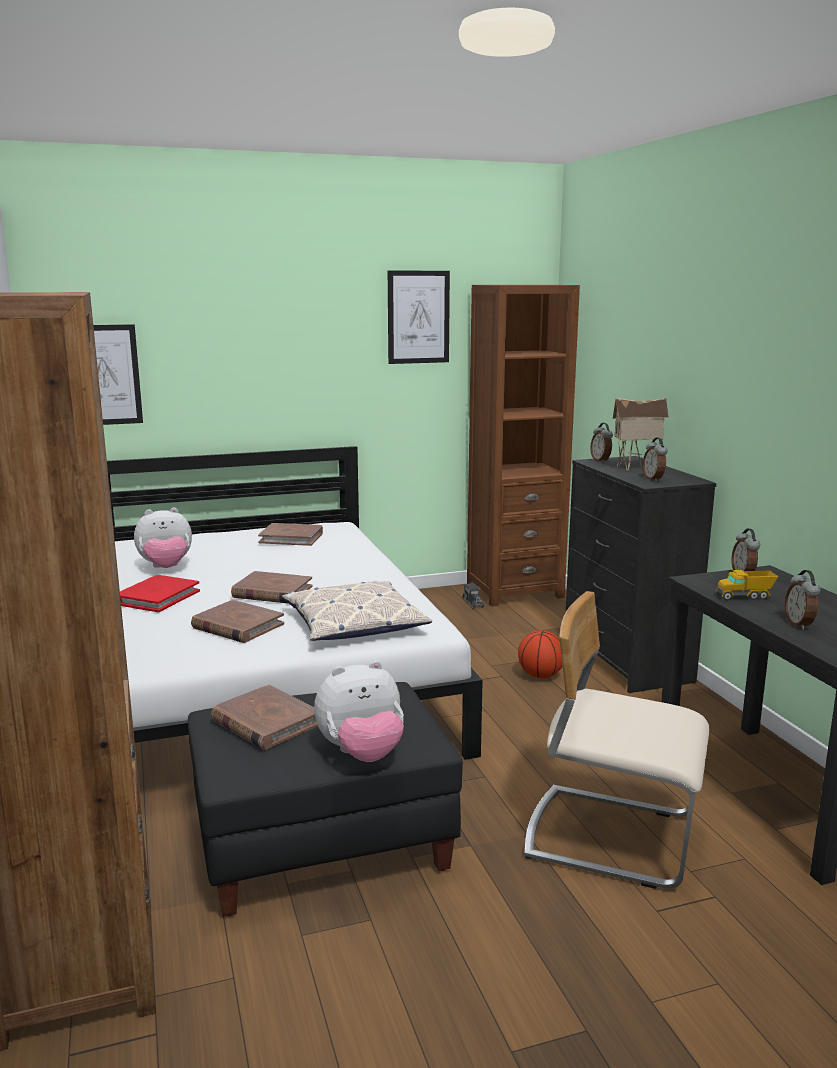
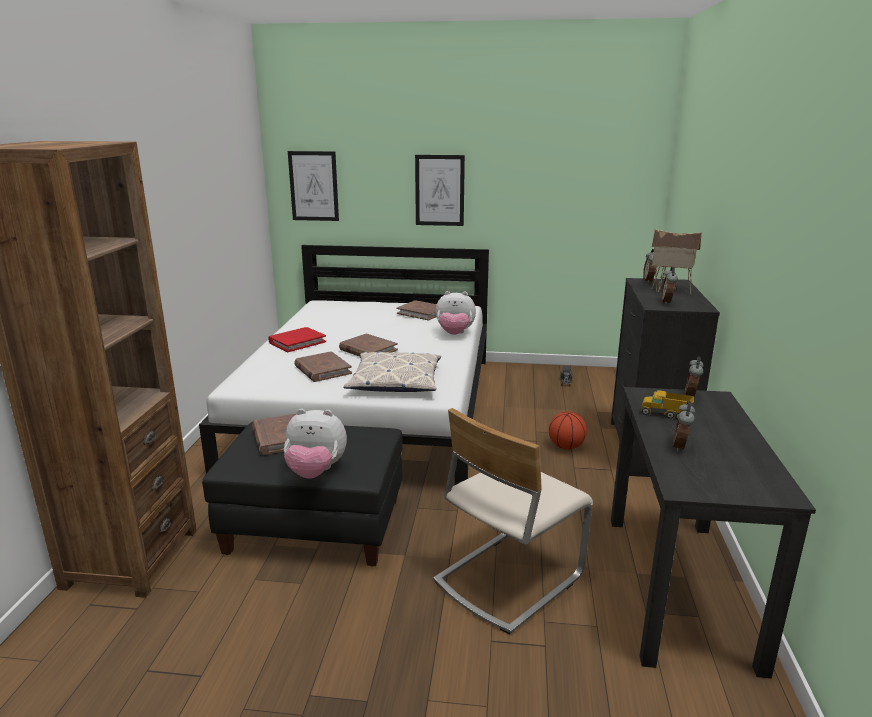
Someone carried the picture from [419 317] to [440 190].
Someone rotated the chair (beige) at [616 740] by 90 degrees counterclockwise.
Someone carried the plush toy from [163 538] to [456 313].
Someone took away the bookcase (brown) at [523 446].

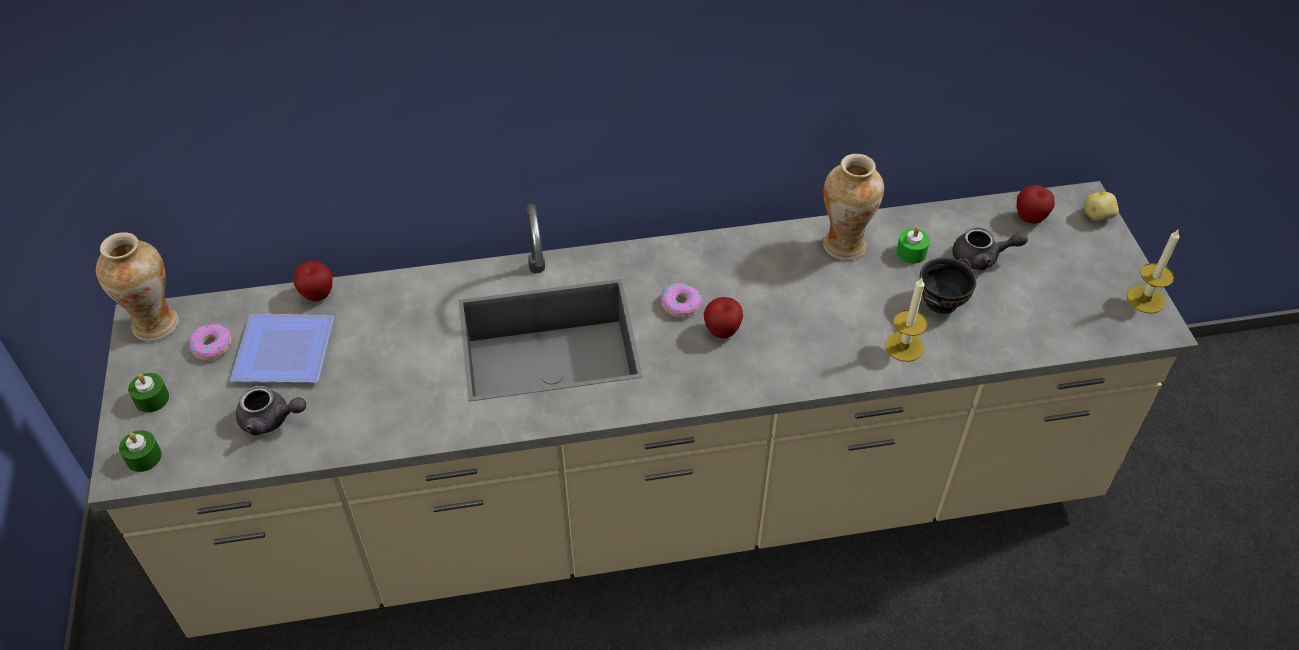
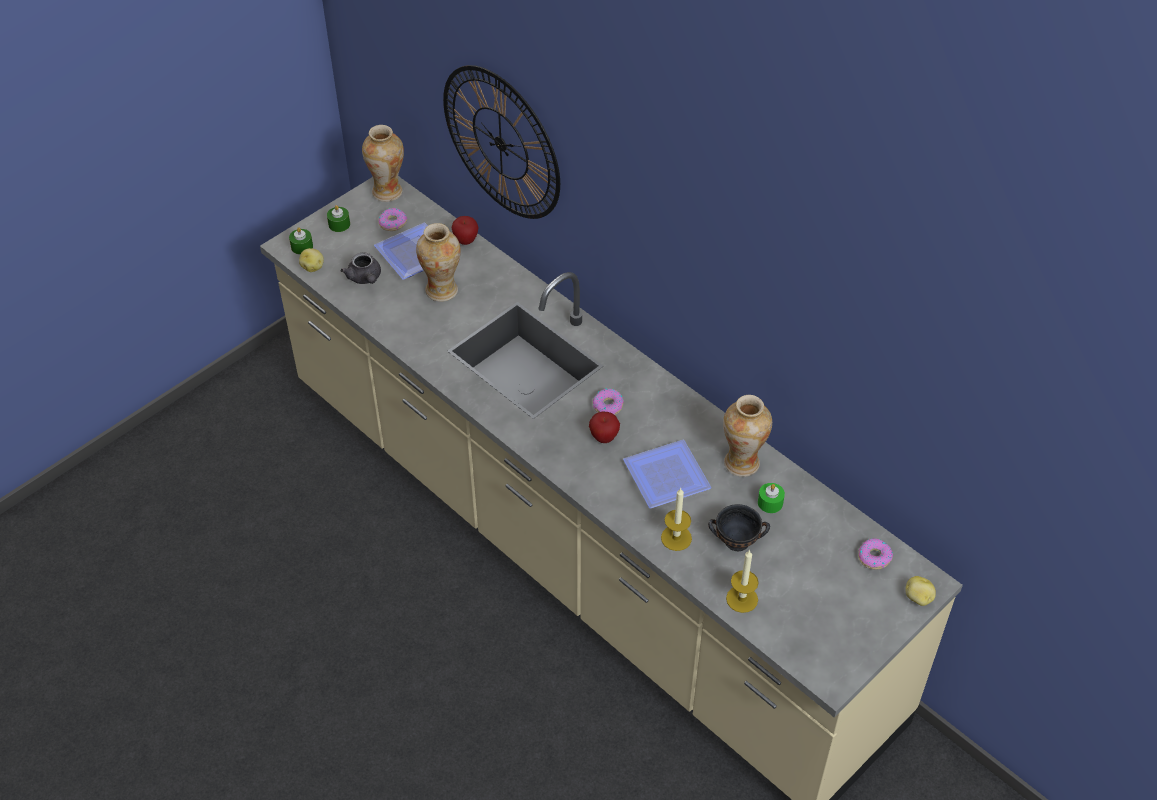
Someone put down the potato at [311 260].
Someone put down the vase at [438 262].
Someone put up the wall clock at [501 142].
Someone put down the plate at [667 474].
Someone carried the candle from [1153 272] to [742 581].
Someone swapped the apple at [1035 204] for the donut at [875 554].
Someone took away the teapot (grey) at [990 248].

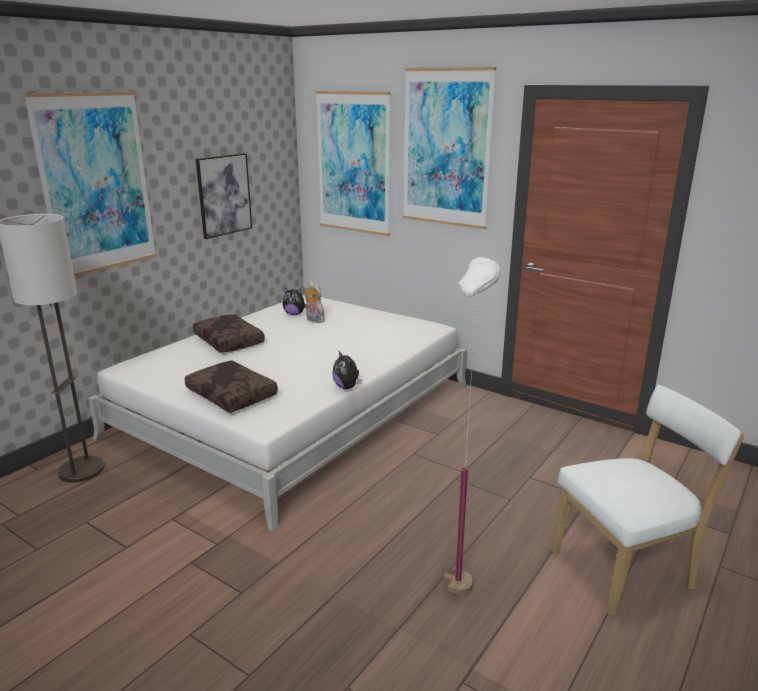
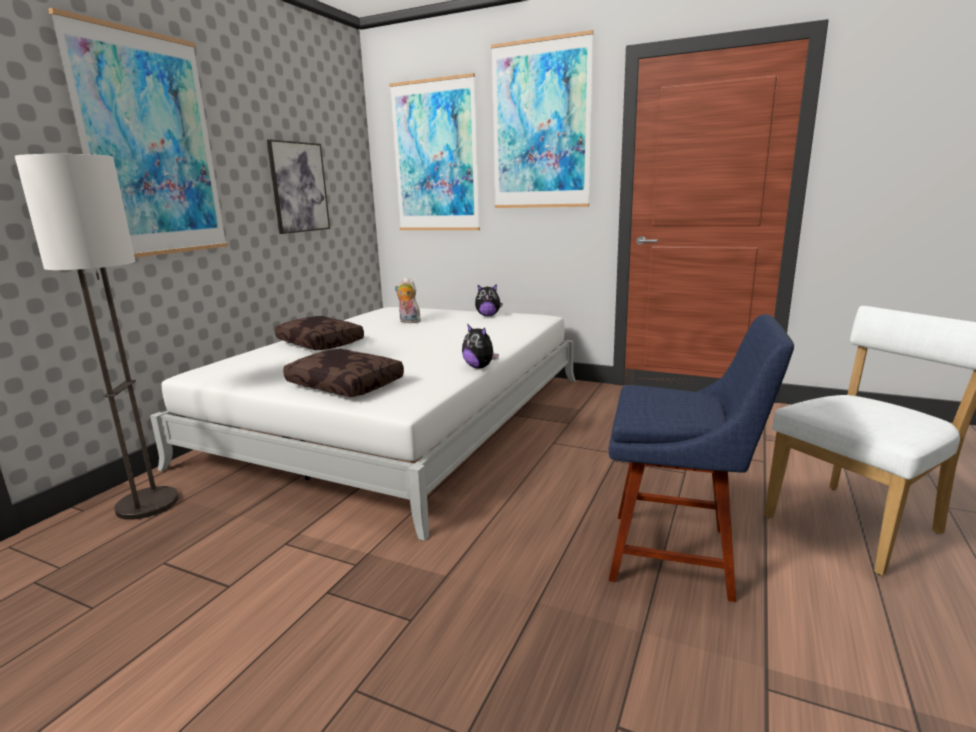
Someone carried the plush toy from [294 301] to [488 300].
Someone swapped the floor lamp (white) at [472 426] for the chair (blue) at [701 458].

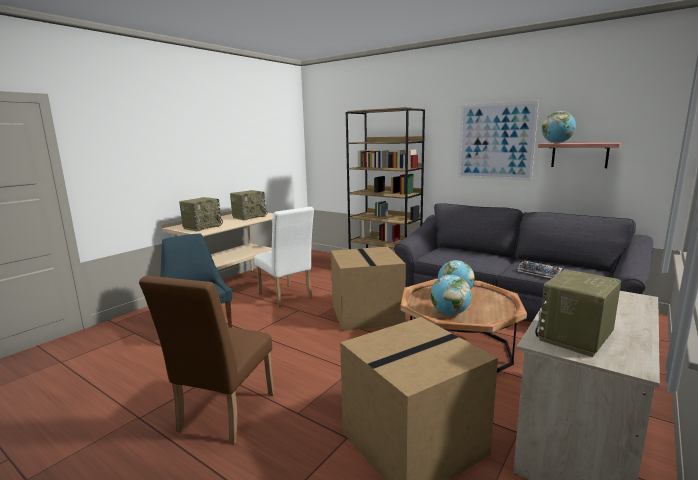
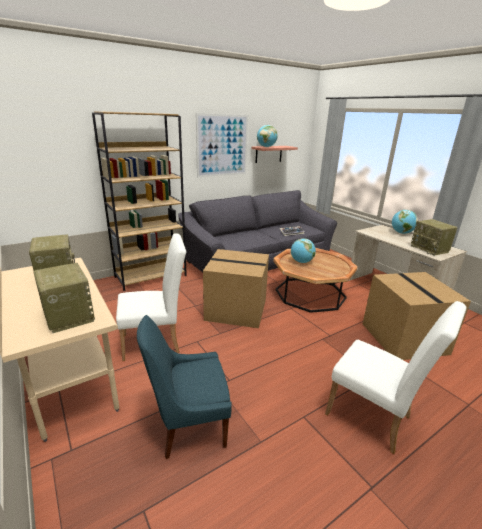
Someone repainted the chair (brown) at [207 360], which became the chair (white) at [396 377].
Someone carried the globe from [451 295] to [405 222].

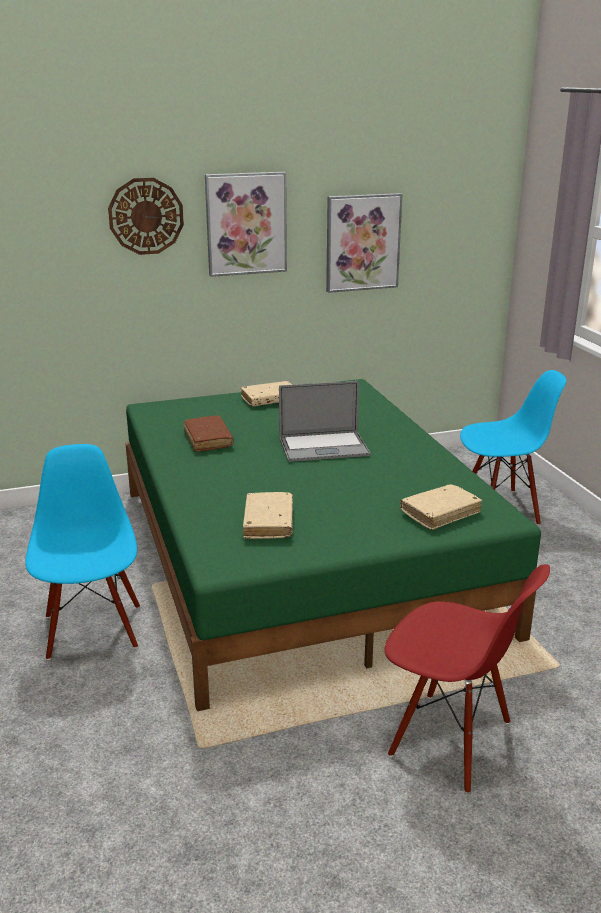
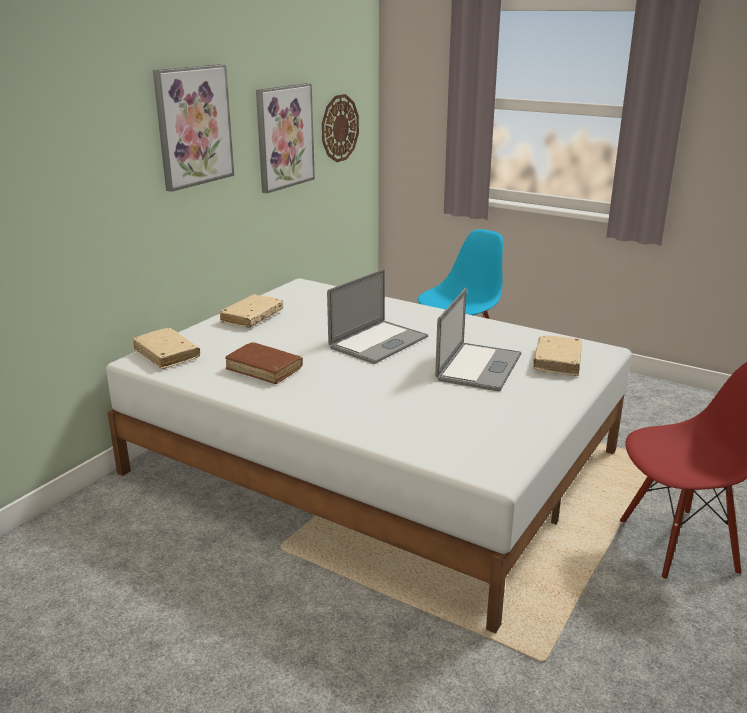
Someone repainted the bed (green) at [333 545], which became the bed (white) at [369 456].
Someone carried the book (beige) from [268 515] to [166 348].
Someone carried the wall clock from [146 216] to [340 128].
Someone put down the laptop at [478 339].
Someone took away the chair (blue) at [82 552].

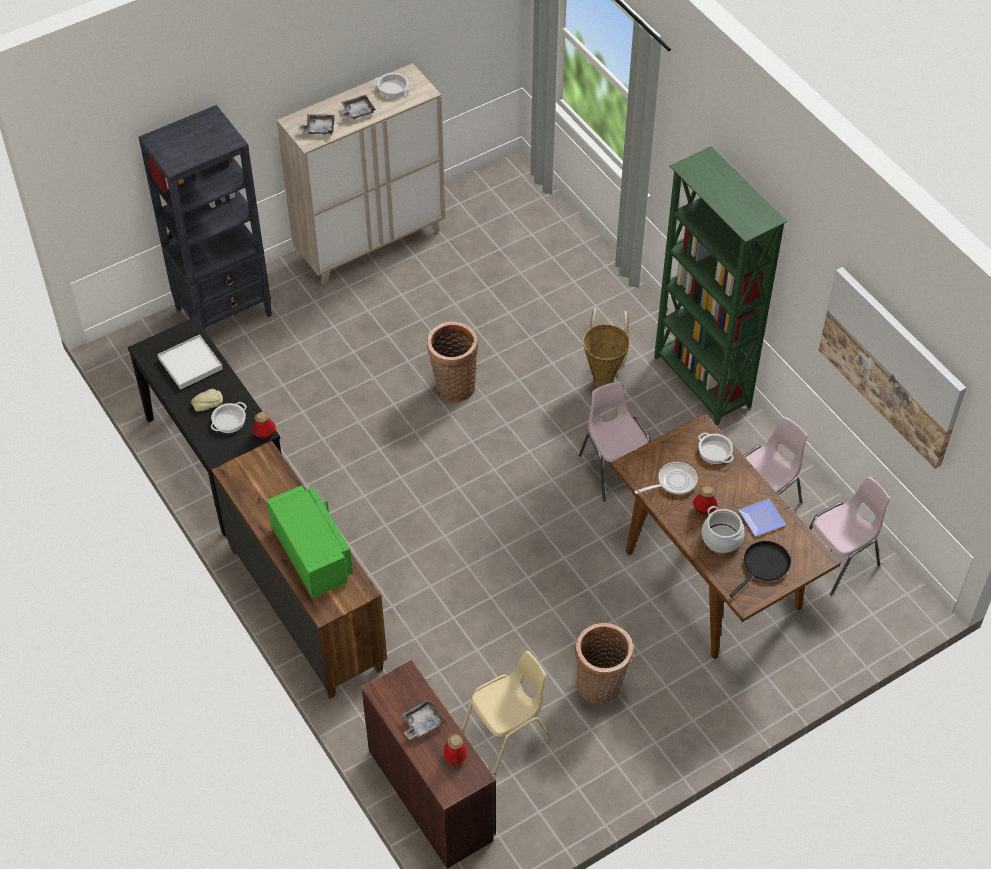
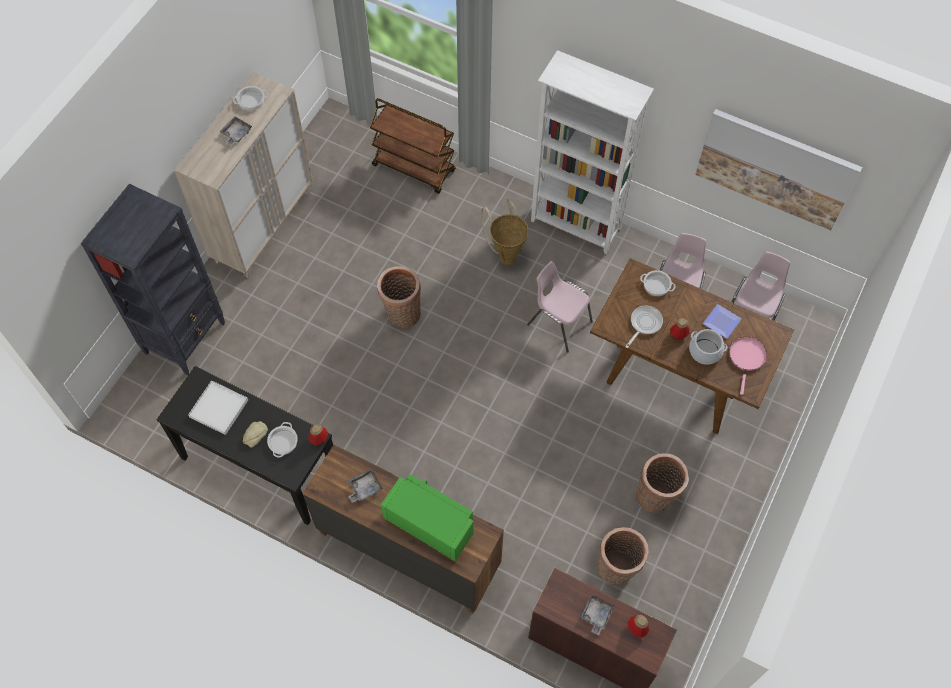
Someone carried the tray (grey) from [317 124] to [365 486].
Someone put down the cart (brown) at [412 146].
Someone repainted the bookcase (green) at [721 286], which became the bookcase (white) at [592 152].
Someone swapped the chair (beige) at [506 712] for the basket at [623 556].
Someone repainted the frying pan (black) at [760 569], which became the frying pan (pink) at [748 366].

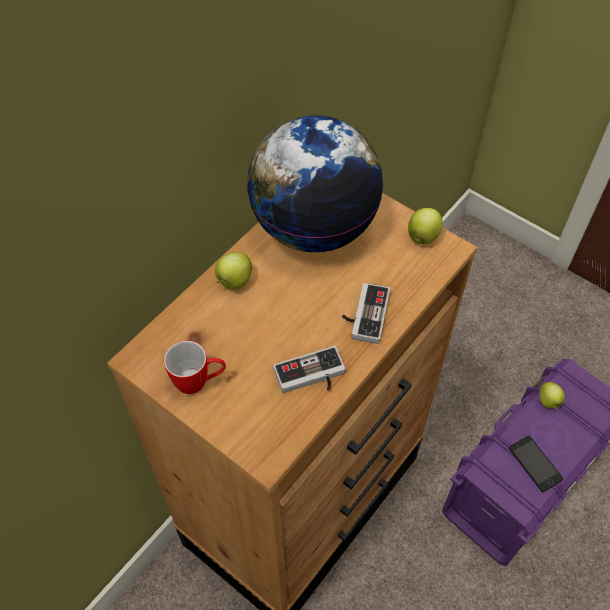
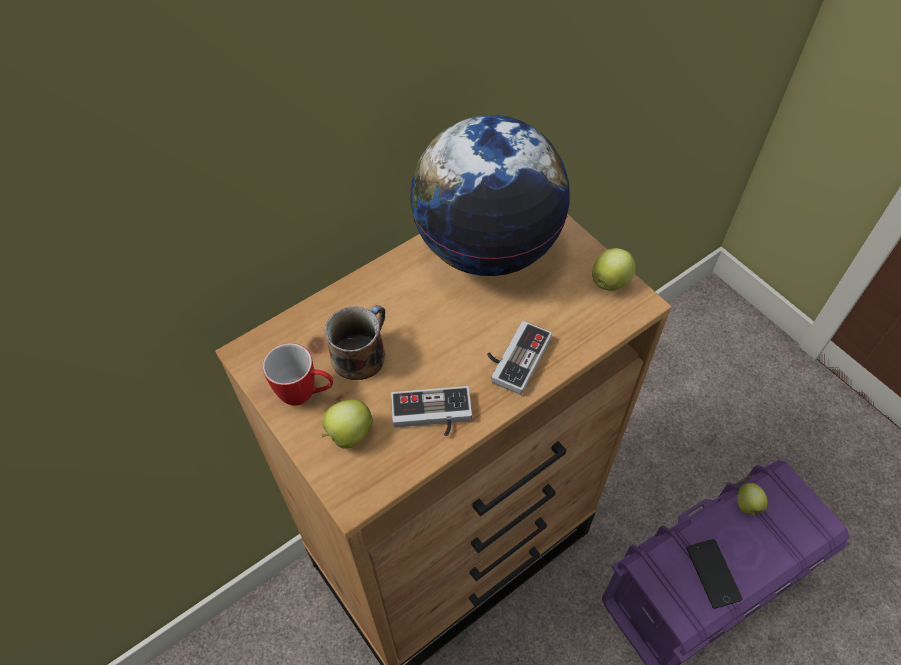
Someone carried the apple from [233 271] to [347 424].
Someone put down the mug at [355 342].

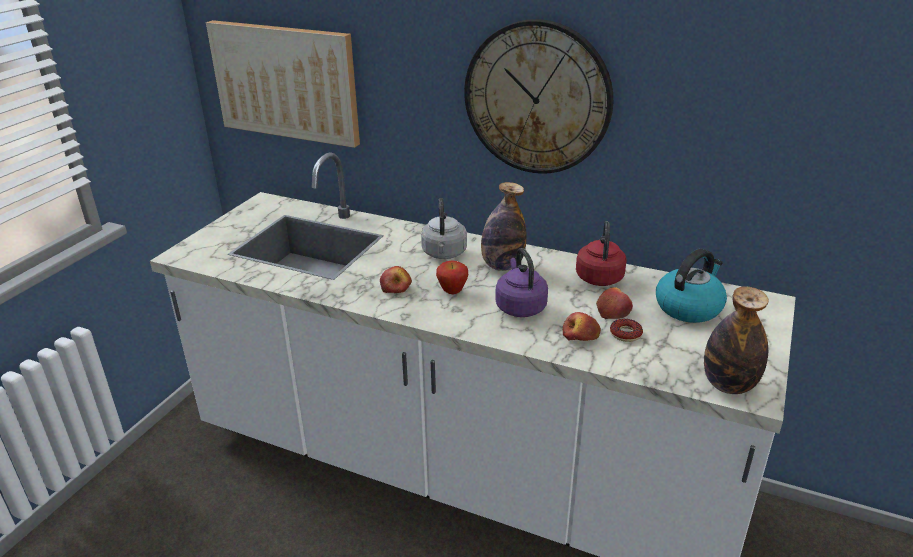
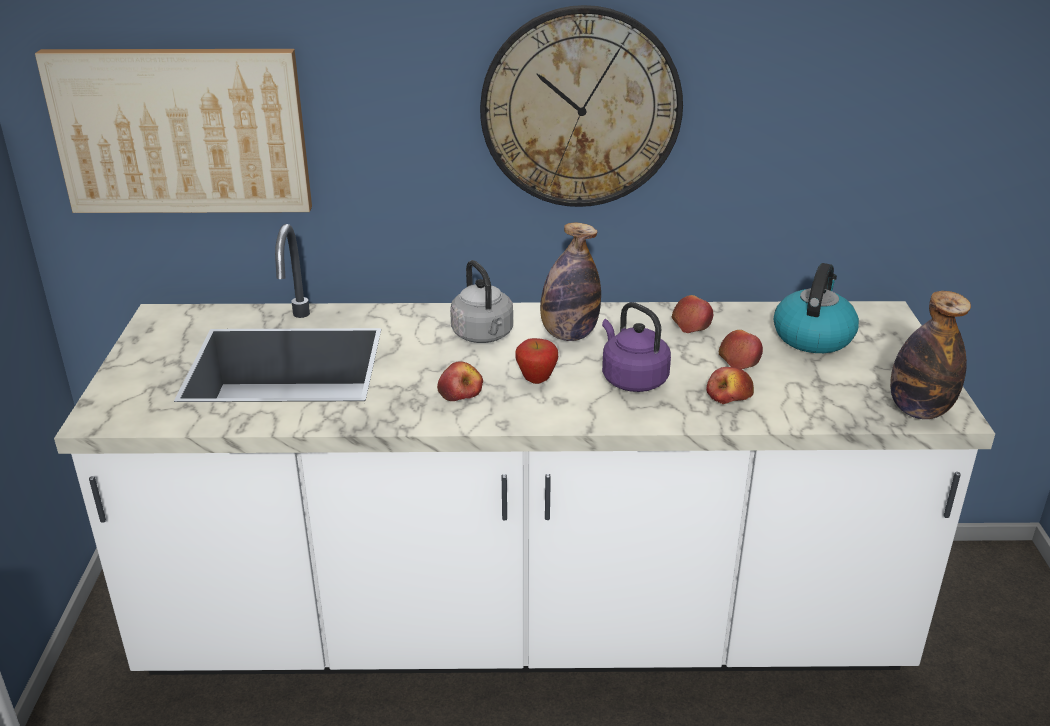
Someone swapped the kettle (red) at [601 253] for the apple at [692 314].
Someone took away the donut at [626 330].

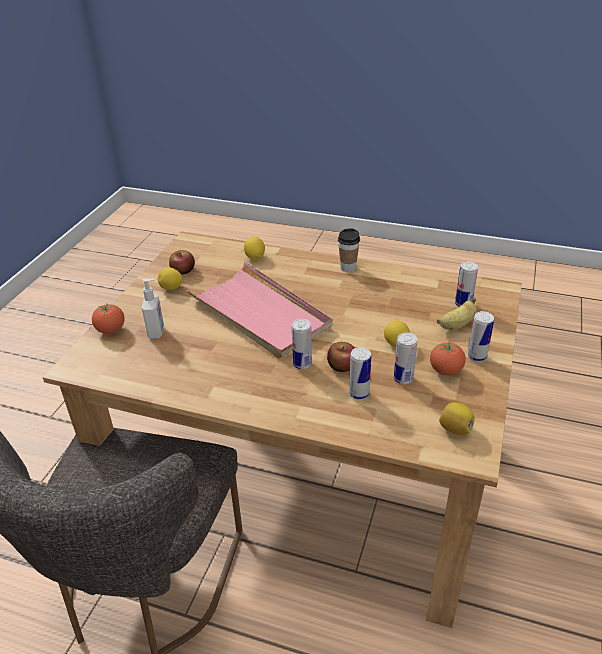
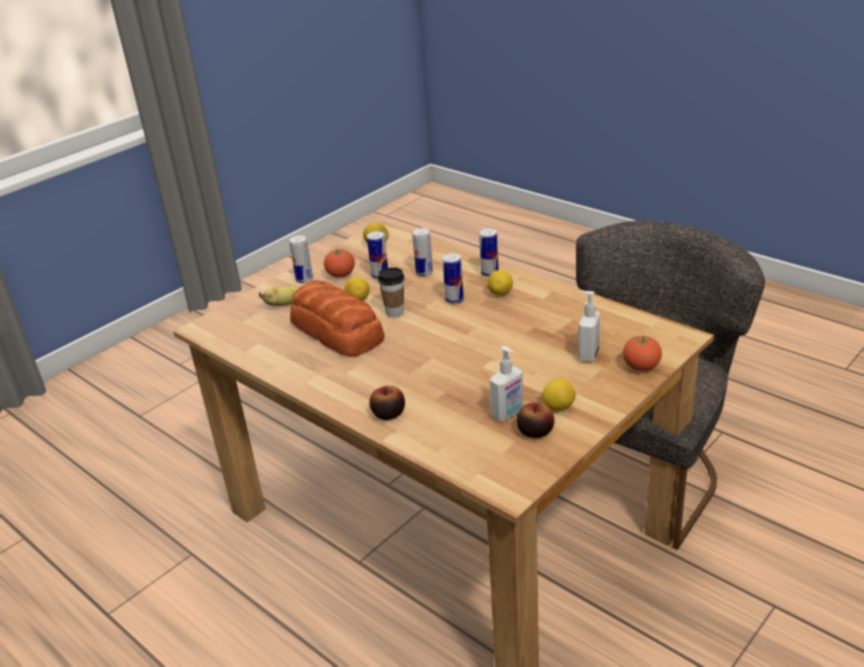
Someone put down the bread at [337 318].
Someone carried the apple from [341 357] to [387 403].
Someone carried the cup from [349 250] to [391 292].
Someone carried the can from [466 284] to [488 252].
Someone carried the lemon from [254 248] to [500 283].
Someone put down the soap dispenser at [506 384].
Someone took away the tray (pink) at [259 310].

